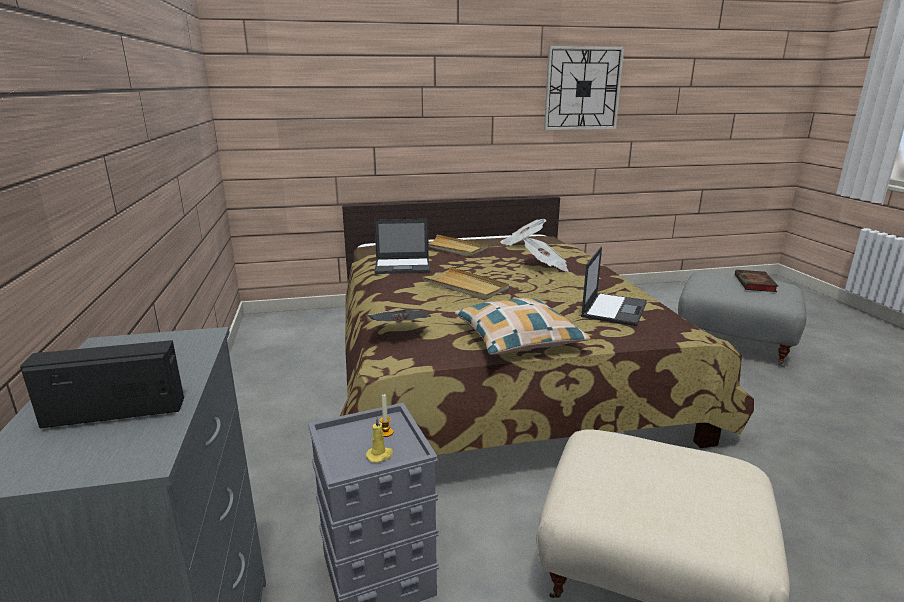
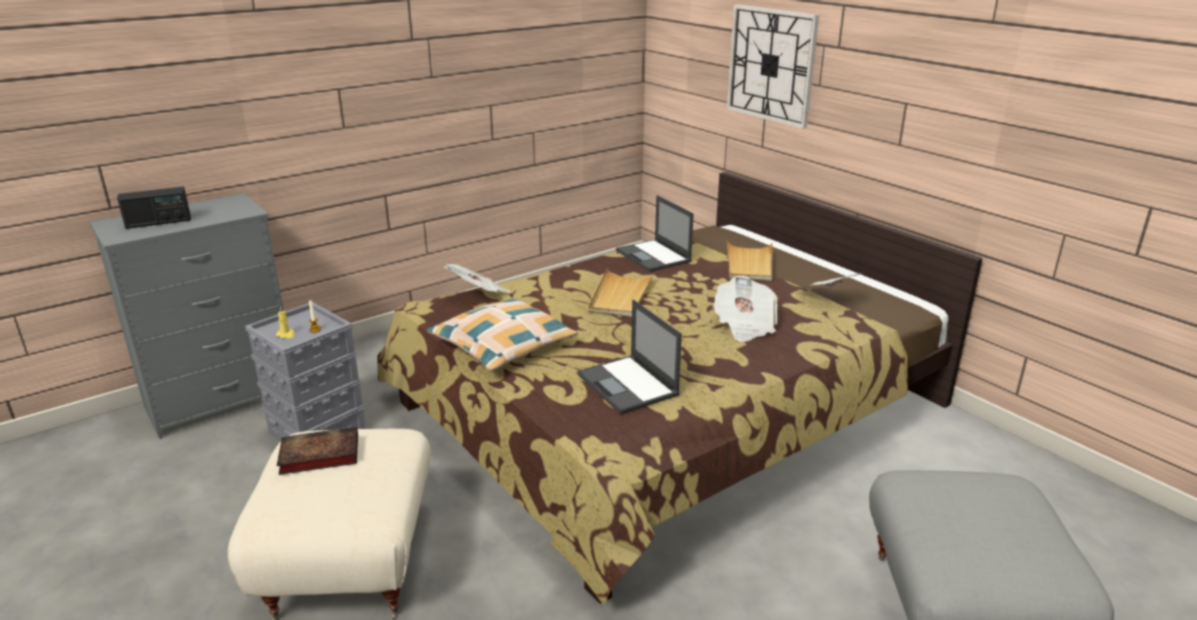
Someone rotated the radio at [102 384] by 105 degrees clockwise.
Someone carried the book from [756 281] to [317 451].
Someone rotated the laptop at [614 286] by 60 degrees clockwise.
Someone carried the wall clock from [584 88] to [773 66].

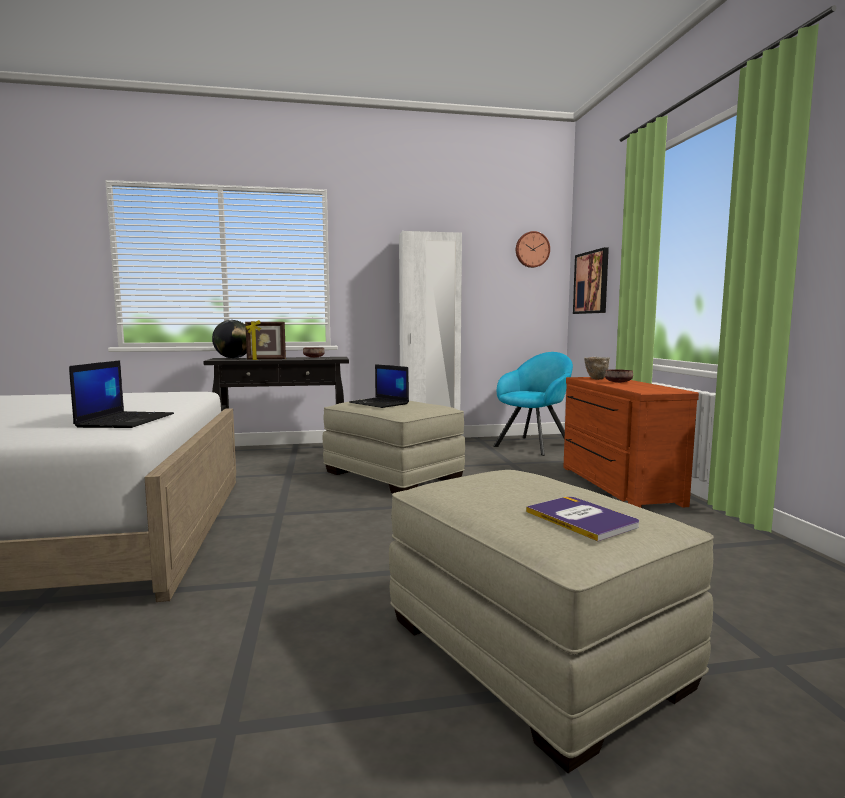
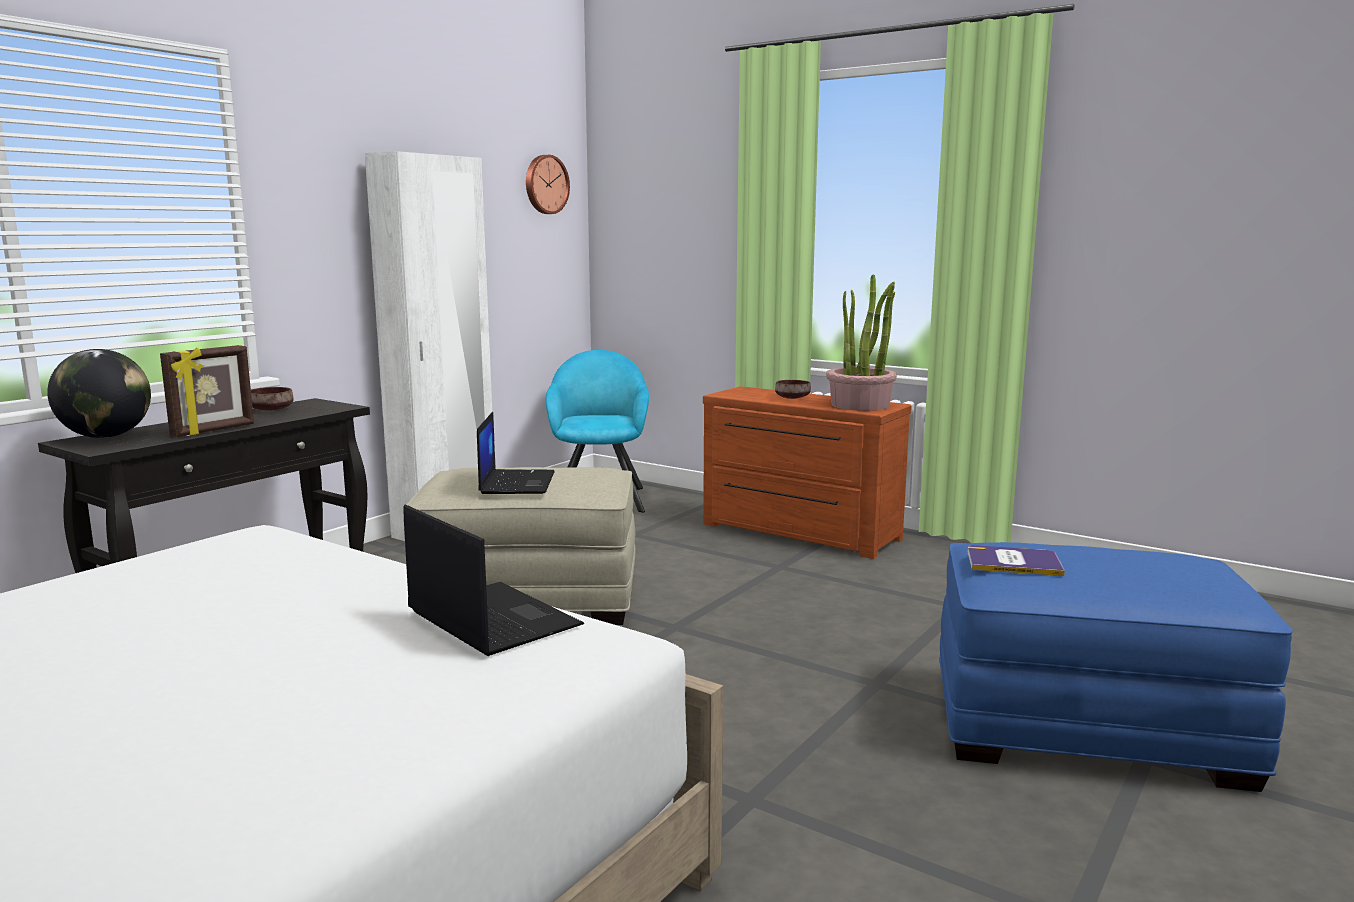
Someone rotated the laptop at [379 386] by 90 degrees counterclockwise.
Someone put down the potted plant at [861 342].
Someone repainted the ottoman (beige) at [551 621], which became the ottoman (blue) at [1116 667].
Someone carried the book from [582 519] to [1016 560].
Someone took away the picture at [591 280].
Someone took away the bowl at [597 368].

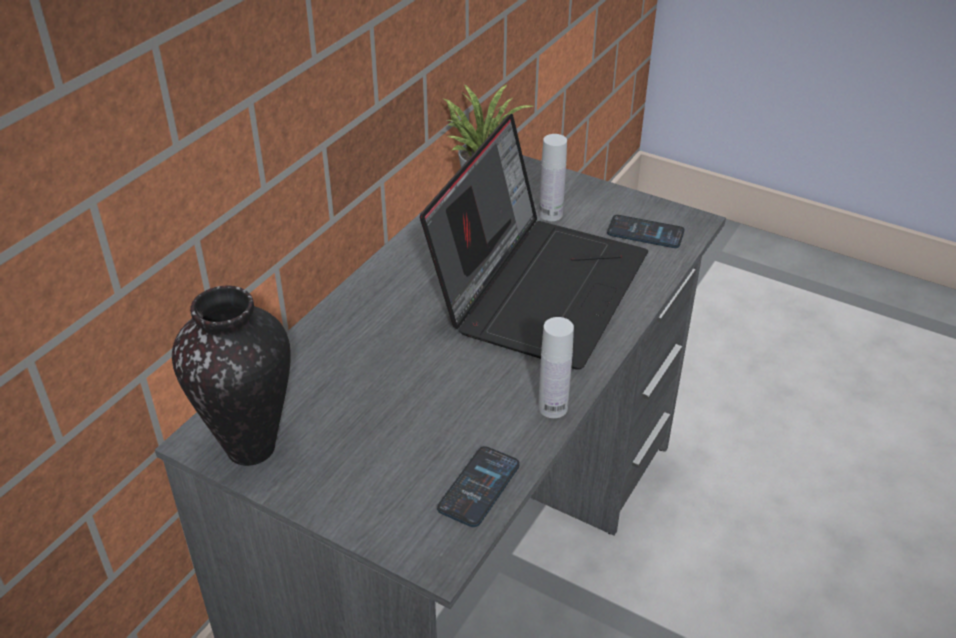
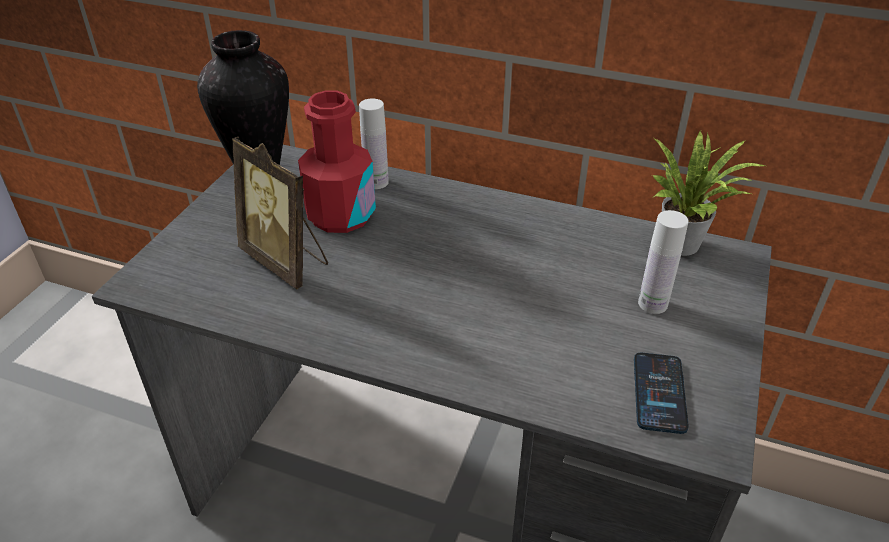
Someone put down the picture frame at [280 213].
Someone put down the bottle (red) at [337 161].
Someone carried the bottle (white) from [556 367] to [374 143].
Someone took away the laptop at [534 242].
Someone took away the phone at [478 486].

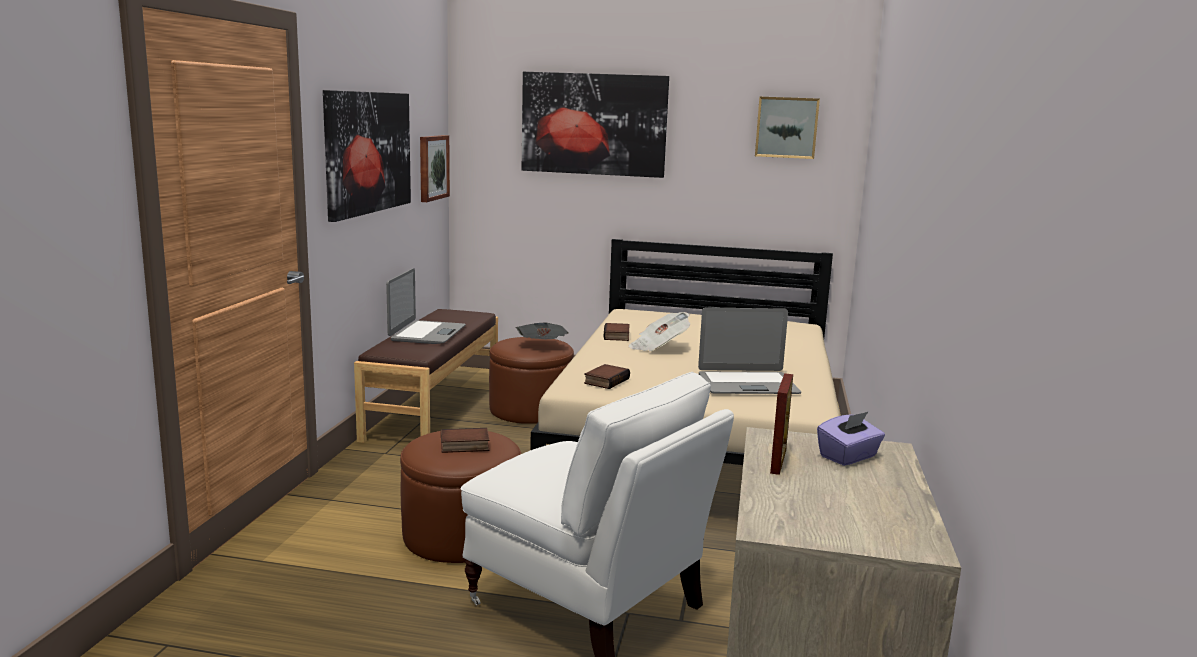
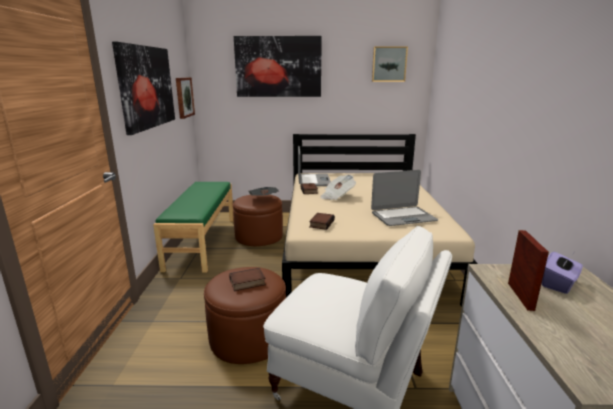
Someone repainted the bench (brown) at [426 376], which became the bench (green) at [193 227].
Someone carried the laptop from [426 306] to [314 166].

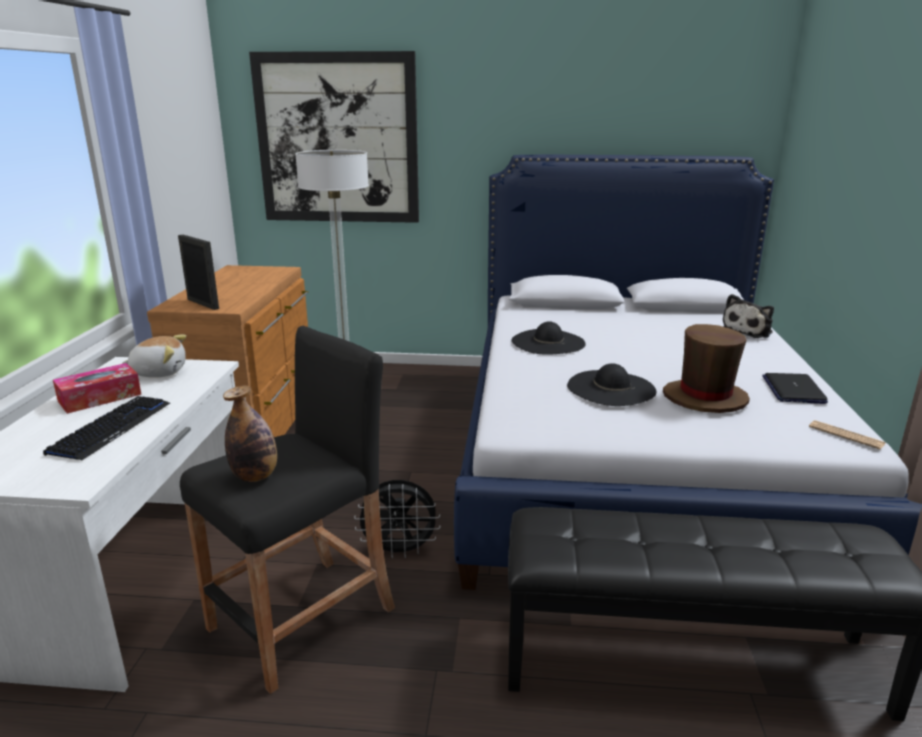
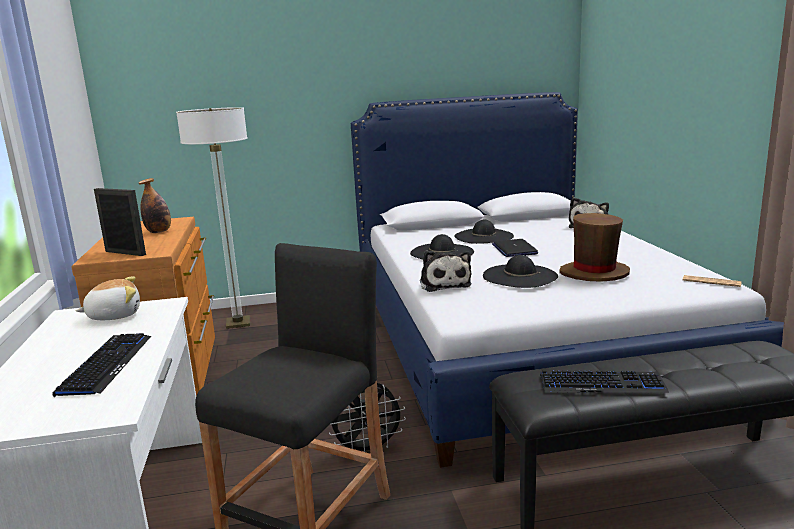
Someone carried the bottle from [250 433] to [154 205].
Someone put down the plush toy at [446 271].
Someone put down the hat (black) at [484 232].
Someone carried the laptop from [795 388] to [515 248].
Someone put down the keyboard at [604 381].
Someone took away the tissue box at [97 388].
Someone took away the picture at [334 137].

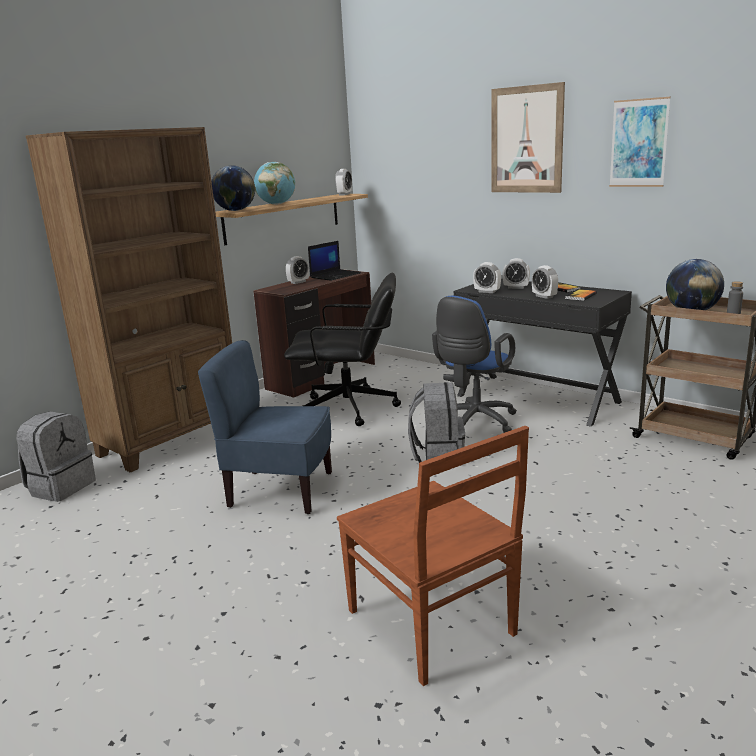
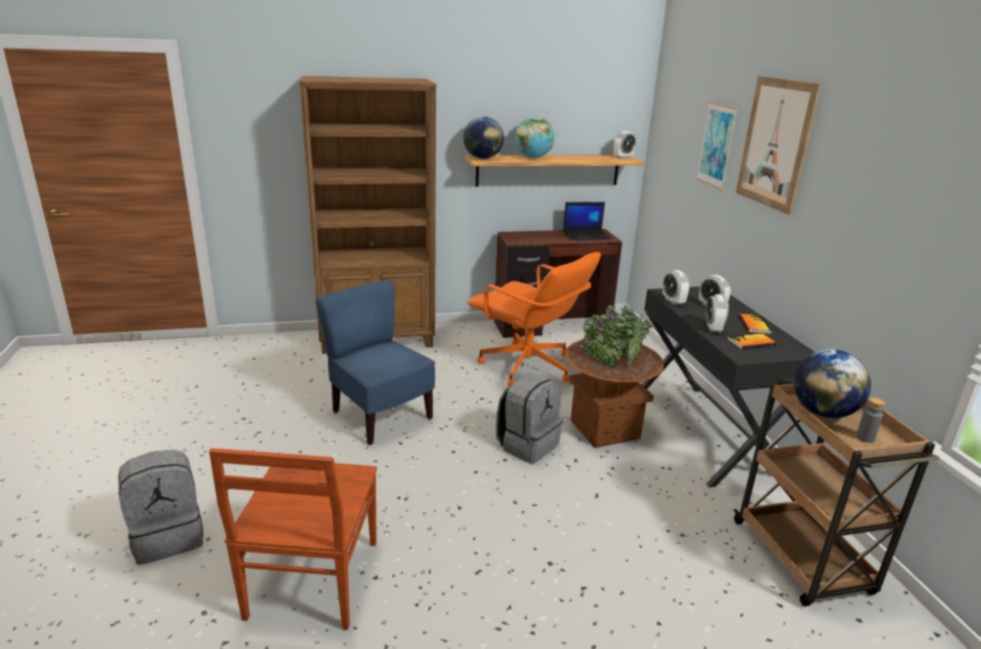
Someone carried the backpack (grey) from [56 456] to [160 507].
Someone repainted the office chair (black) at [342 349], which became the office chair (orange) at [534 319].
Someone swapped the office chair (blue) at [474 364] for the planter (brown) at [614 376].
Someone carried the picture from [640 142] to [717 146].
Someone took away the alarm clock at [297 270].

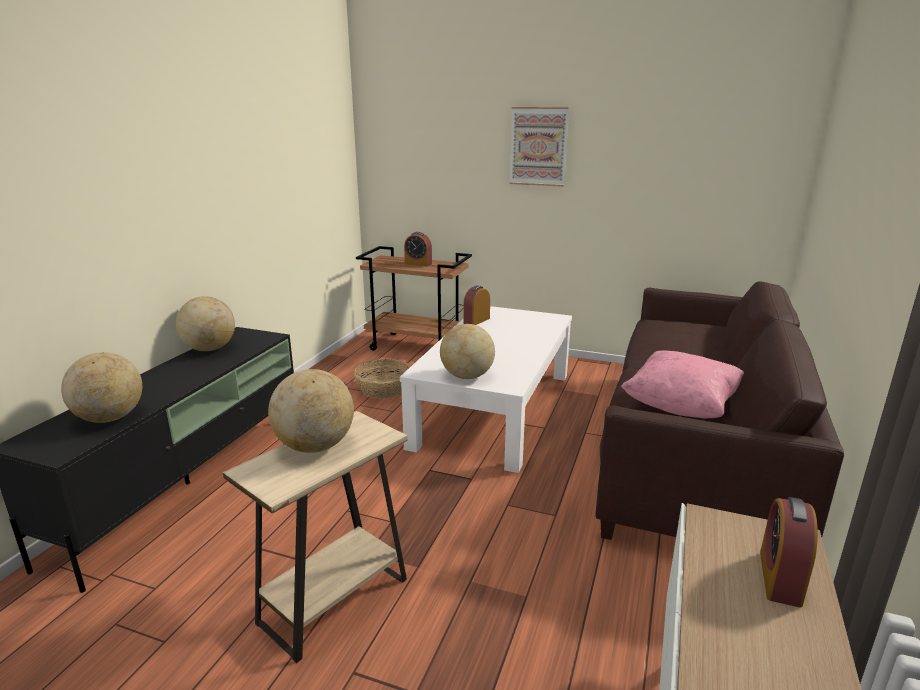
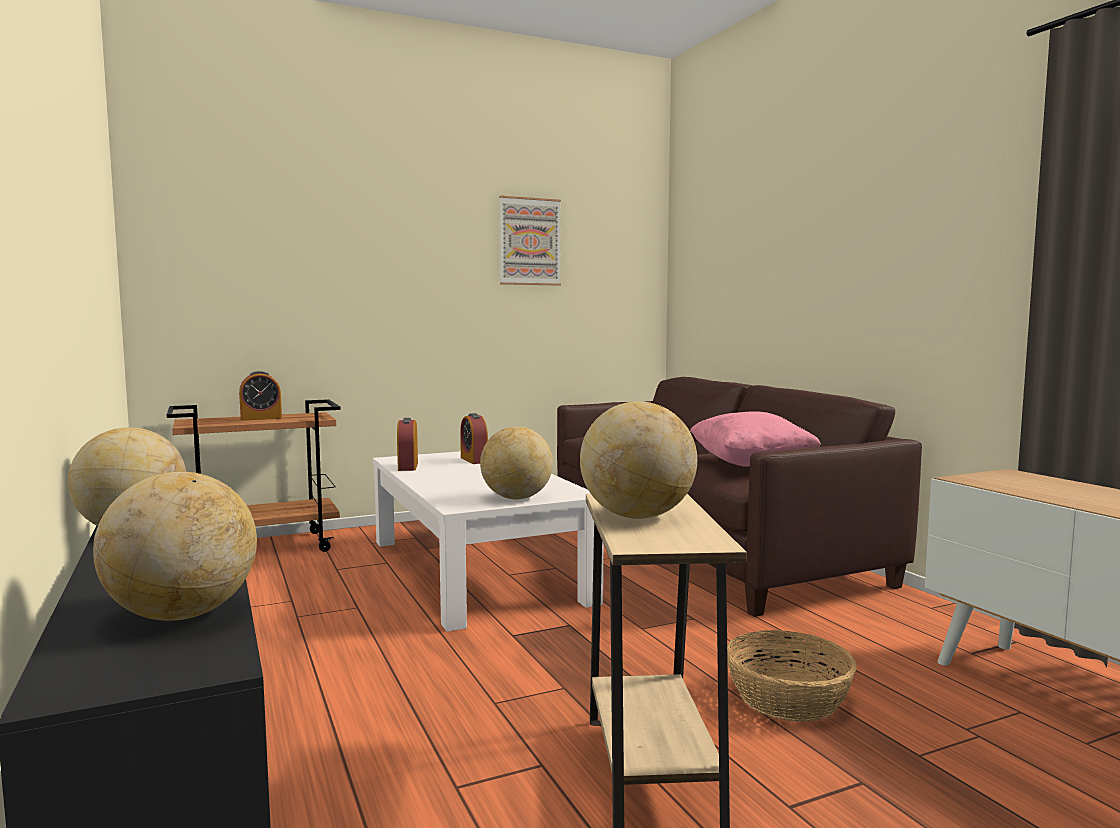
Someone carried the alarm clock from [789 552] to [474 438].
Someone carried the picture from [539 147] to [530 241].
Someone carried the basket from [382 379] to [792 676].

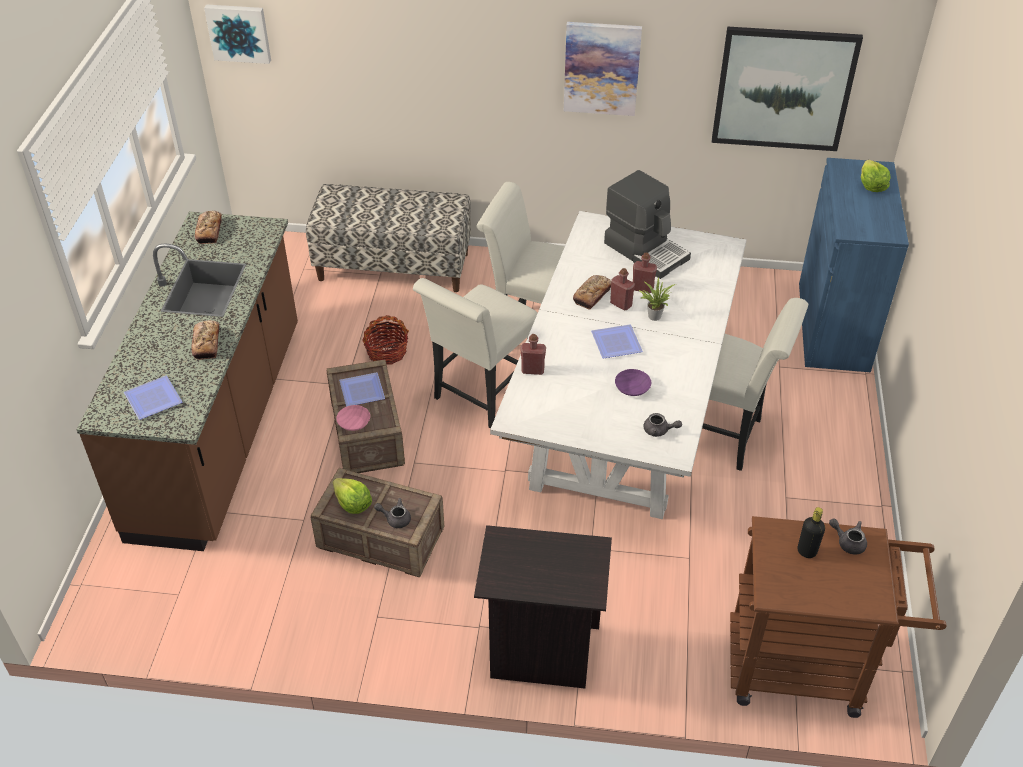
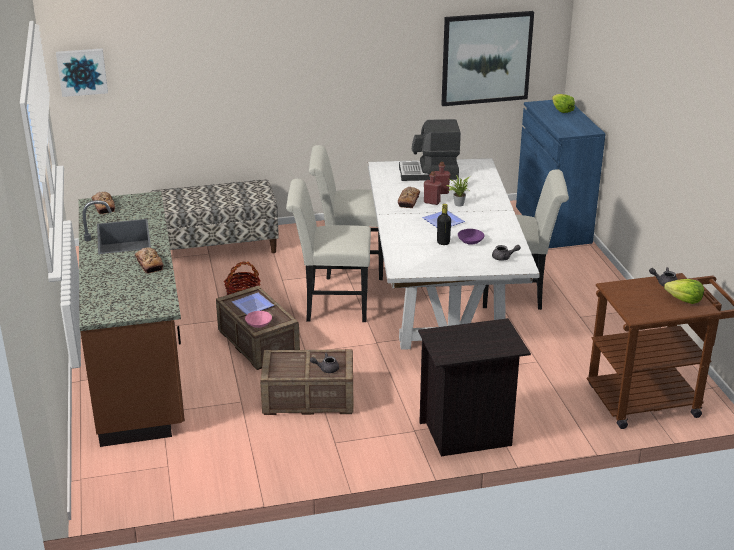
Someone rotated the chair (white) at [475 353] by 75 degrees clockwise.
Someone rotated the coffee machine at [647 224] by 150 degrees clockwise.
Someone carried the bottle (black) from [811 532] to [444 224].
Someone carried the lettuce from [352 496] to [684 291].
Someone took away the plate at [153 398].
Someone took away the bottle (red) at [533 354].
Someone took away the picture at [603 69].

